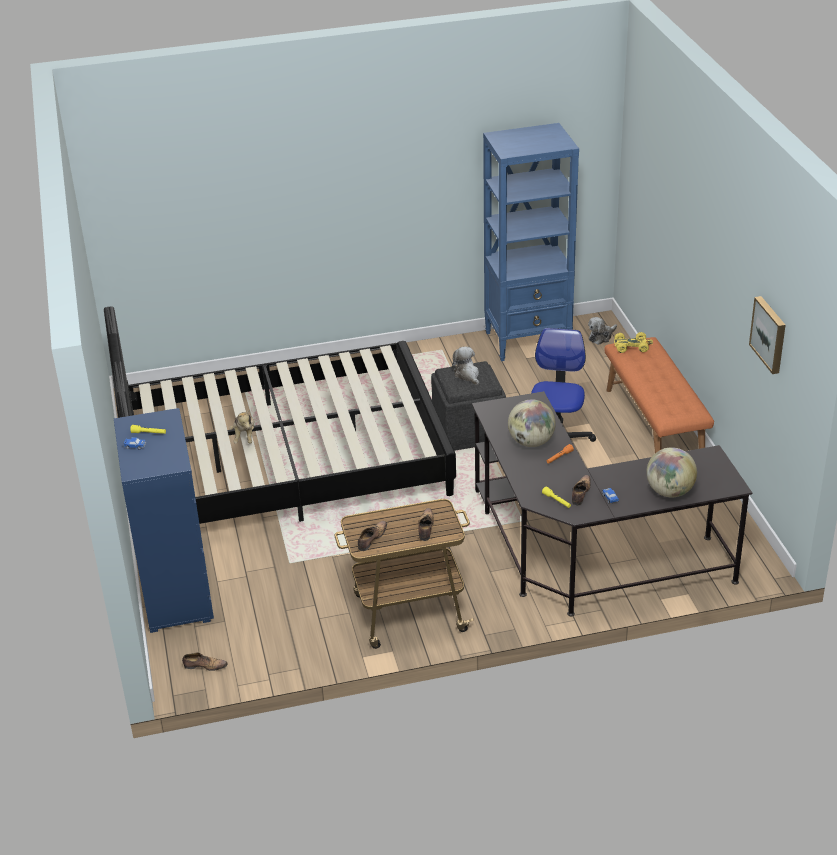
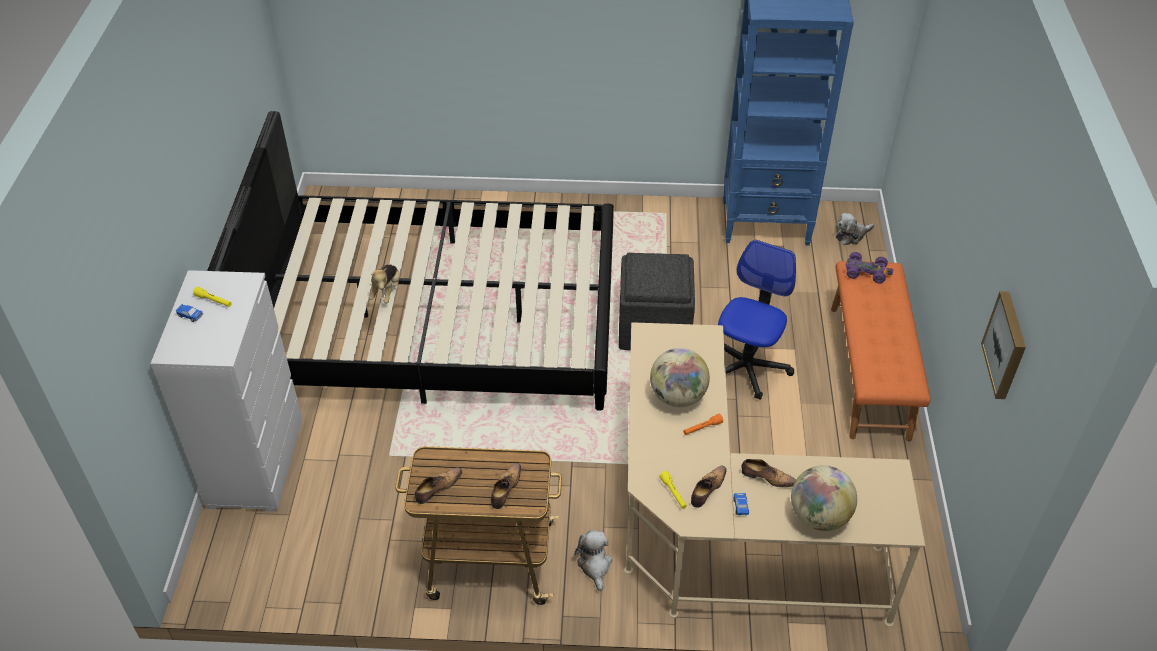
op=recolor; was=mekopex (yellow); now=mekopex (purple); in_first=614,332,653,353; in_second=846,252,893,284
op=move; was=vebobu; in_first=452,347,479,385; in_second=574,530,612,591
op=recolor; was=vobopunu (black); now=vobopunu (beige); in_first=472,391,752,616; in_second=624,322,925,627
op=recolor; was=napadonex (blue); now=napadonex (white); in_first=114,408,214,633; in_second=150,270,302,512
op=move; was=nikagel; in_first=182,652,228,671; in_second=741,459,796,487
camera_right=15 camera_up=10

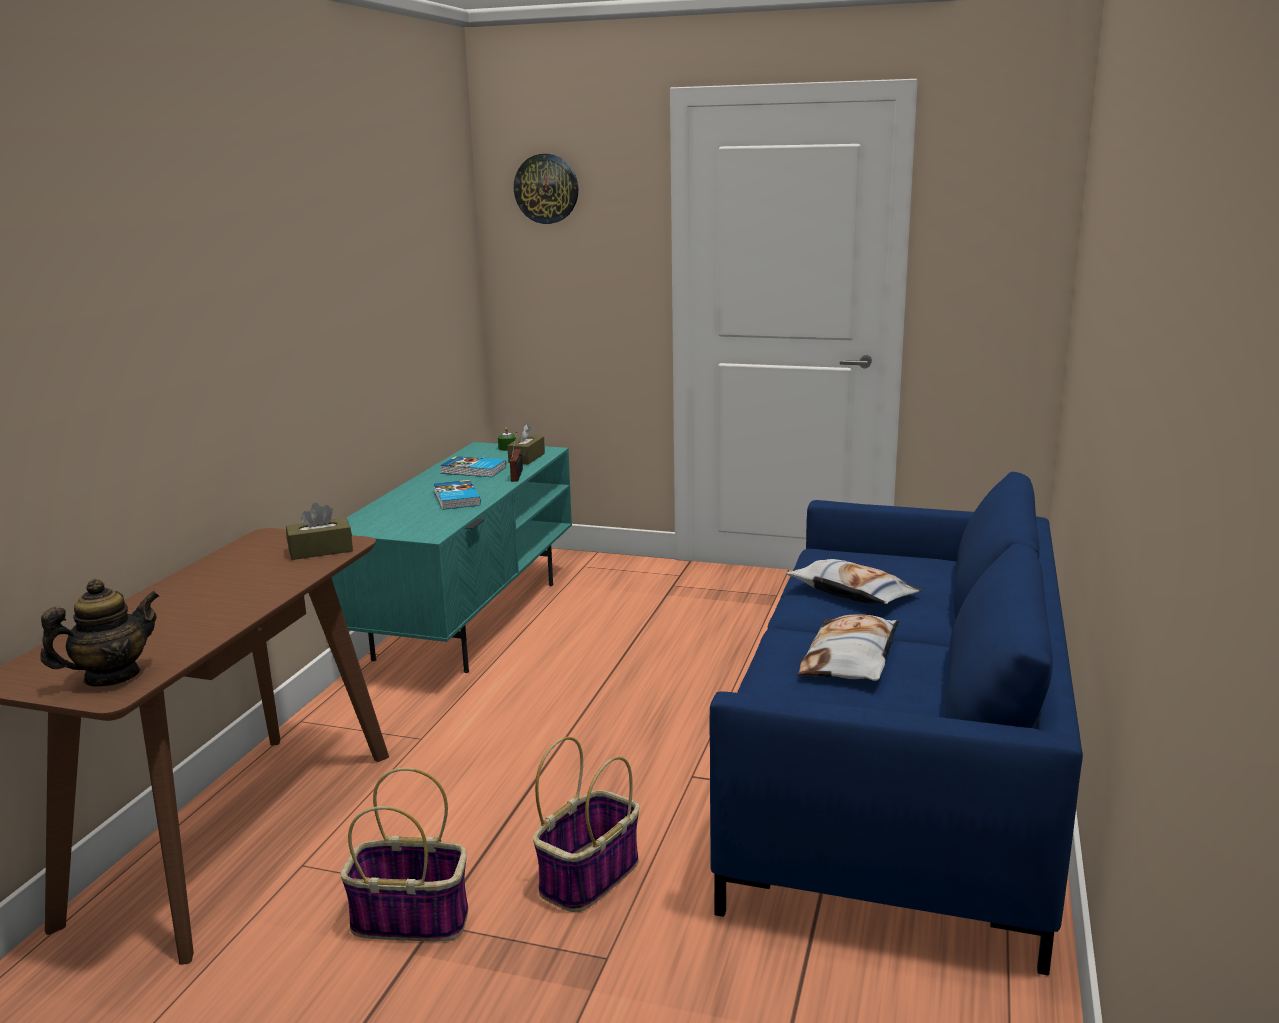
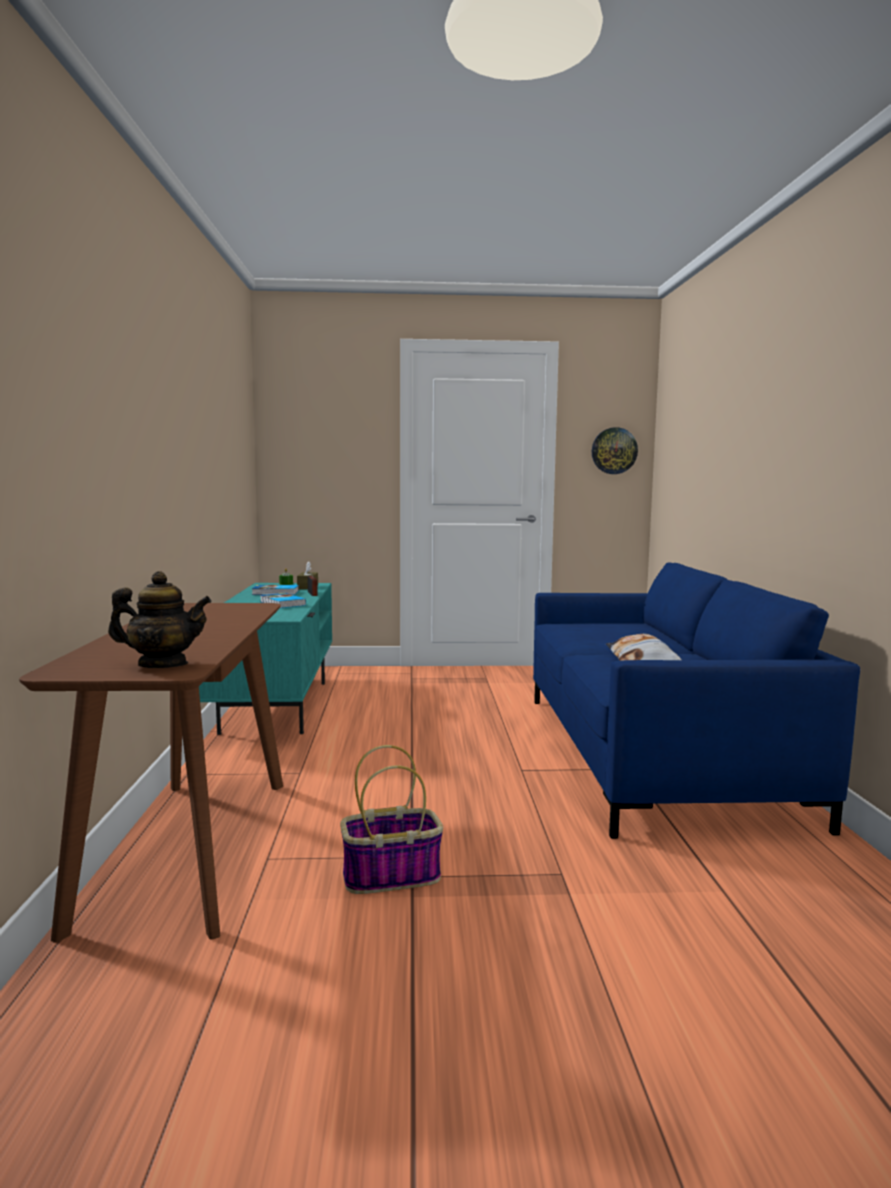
op=move; was=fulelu; in_first=514,154,578,224; in_second=592,427,638,474
op=delete; was=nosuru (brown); in_first=286,503,353,560
op=delete; was=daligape; in_first=786,559,923,604
op=rotate; was=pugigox; in_first=40,578,159,686; in_second=108,571,212,668; clockwise=60
op=delete; was=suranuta; in_first=533,737,640,912
camera_right=-20 camera_up=-10

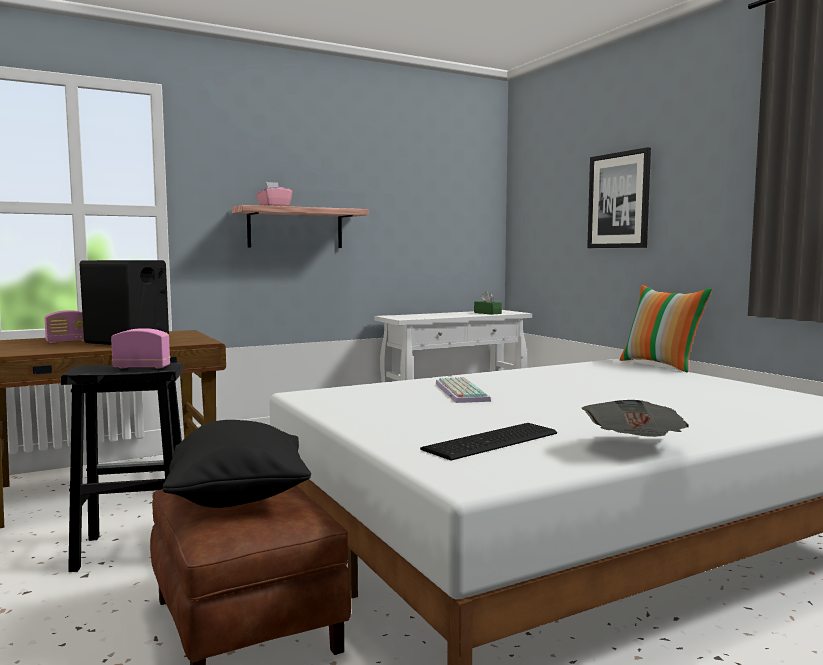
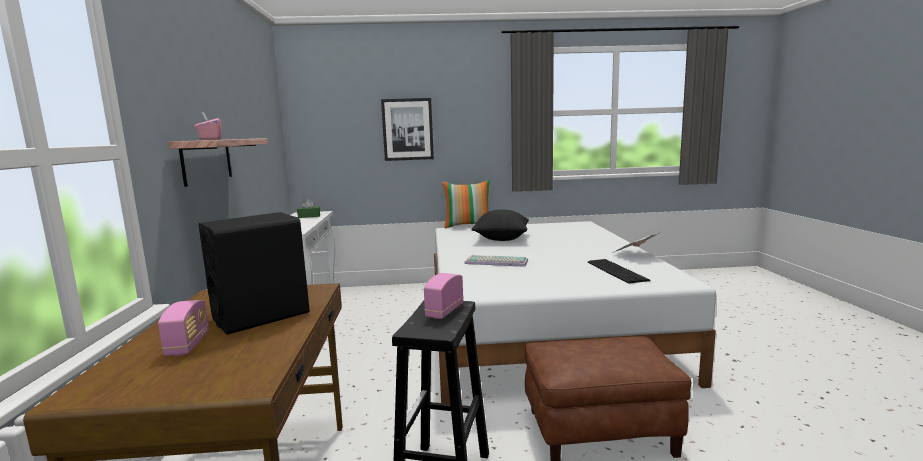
op=move; was=daligape (black); in_first=162,420,311,508; in_second=472,209,529,241
camera_right=-65 camera_up=5

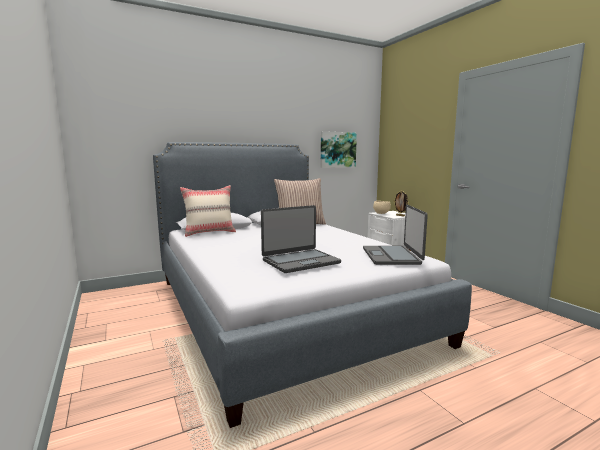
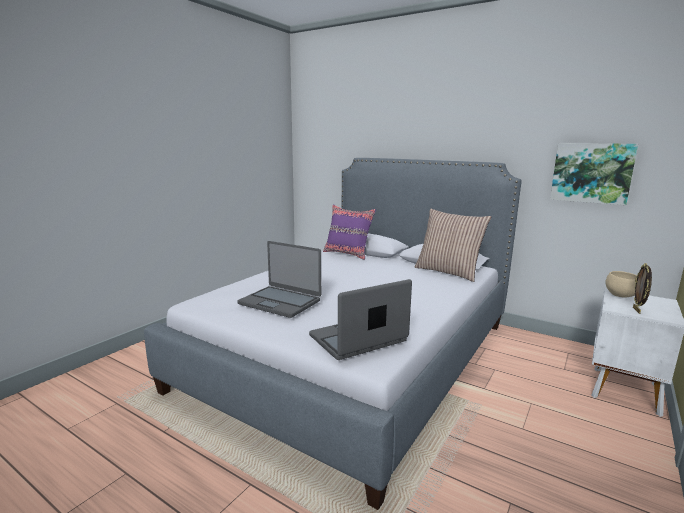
op=recolor; was=daligape (beige); now=daligape (purple); in_first=180,185,236,237; in_second=323,204,376,260
camera_right=60 camera_up=5

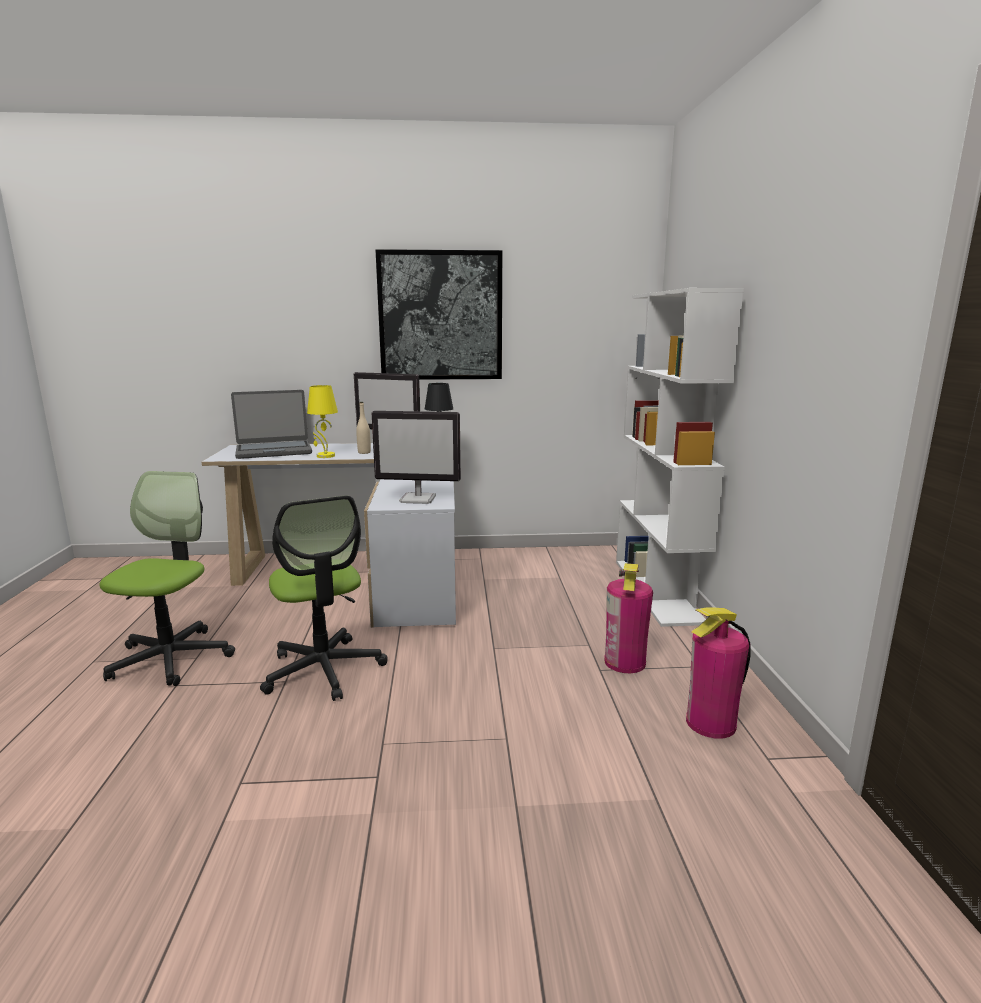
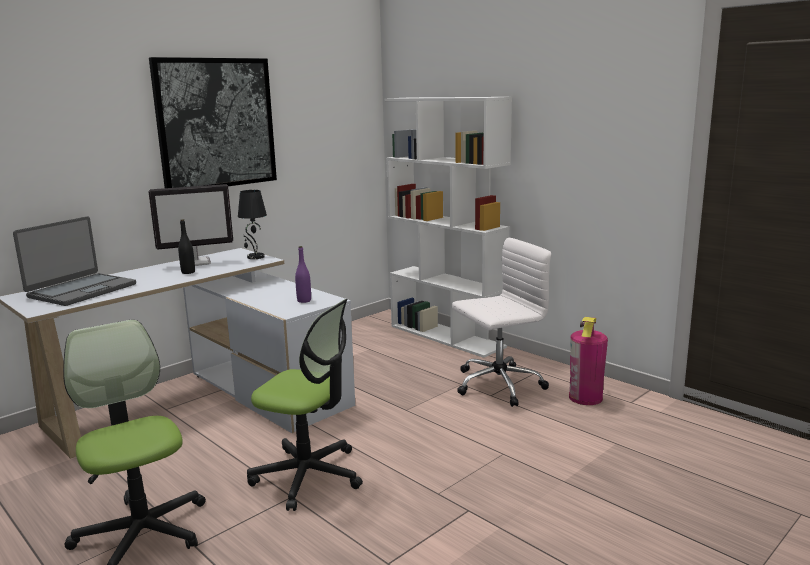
op=delete; was=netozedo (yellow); in_first=307,385,338,458
op=recolor; was=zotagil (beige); now=zotagil (black); in_first=356,402,371,454; in_second=178,219,195,274
op=replace; was=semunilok; now=zotagil (purple); in_first=372,411,461,504; in_second=295,246,311,303
op=replace; was=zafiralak; now=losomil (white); in_first=604,563,653,673; in_second=452,238,551,407
camera_right=-40 camera_up=0

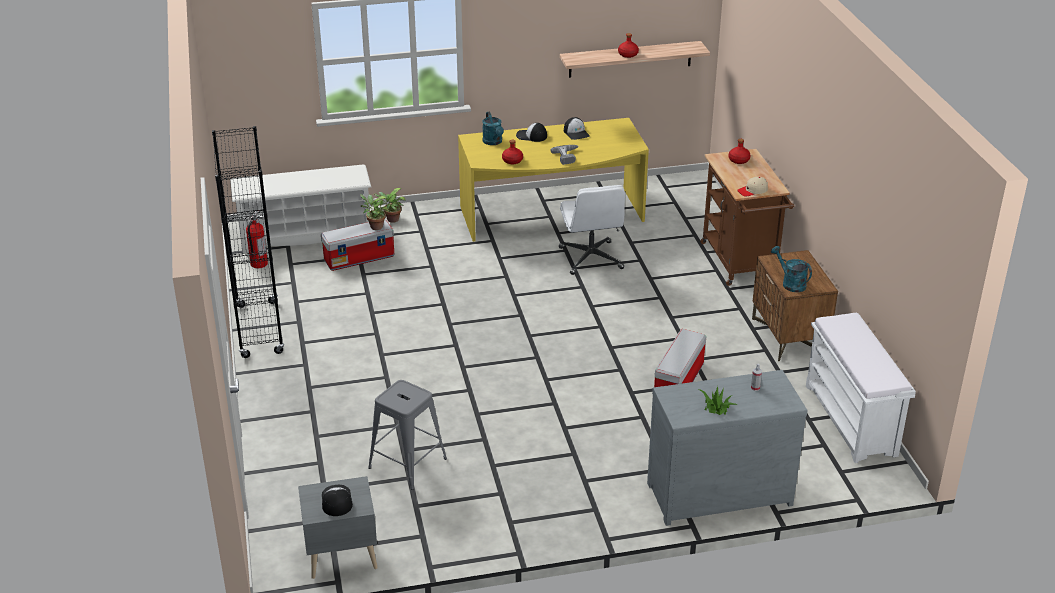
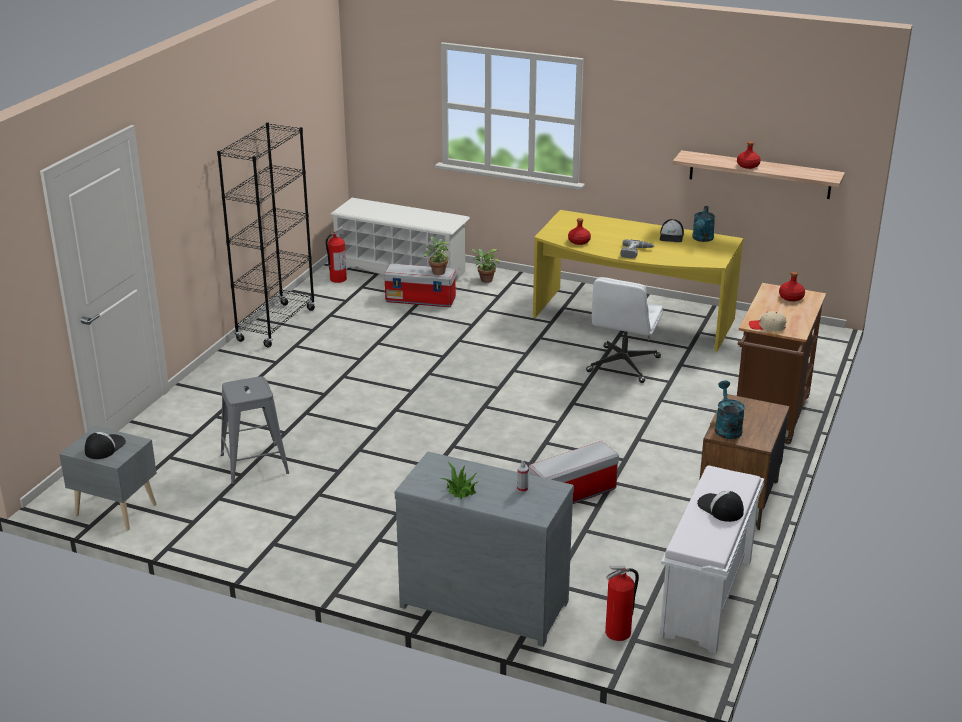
op=move; was=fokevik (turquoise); in_first=482,111,504,145; in_second=692,206,715,242
op=move; was=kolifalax; in_first=516,123,547,142; in_second=697,491,744,522
op=insert; now=zafiralak; in_second=605,566,639,641
camera_right=35 camera_up=-5

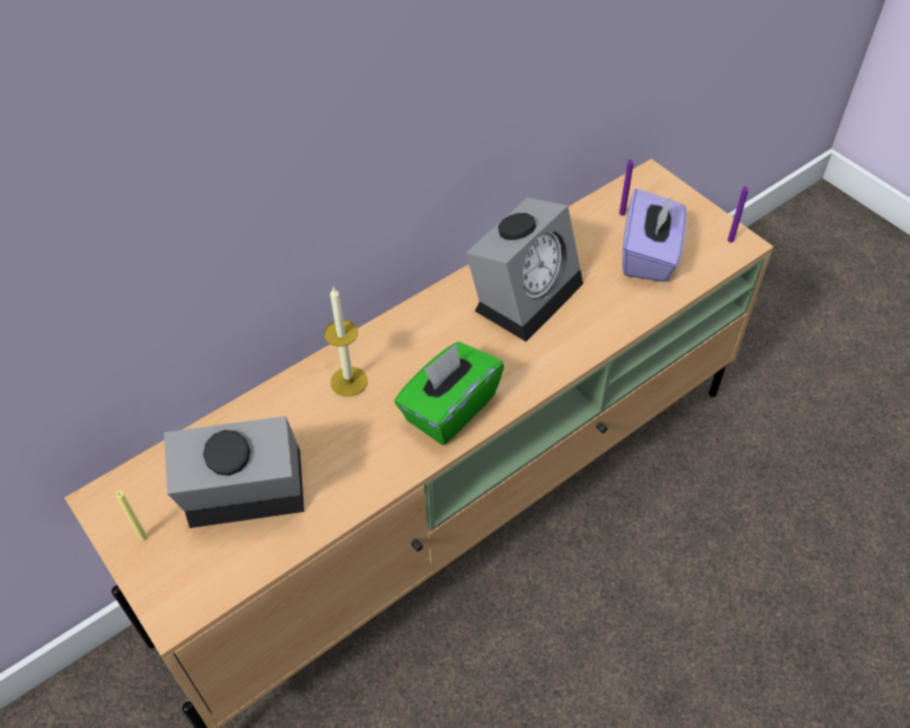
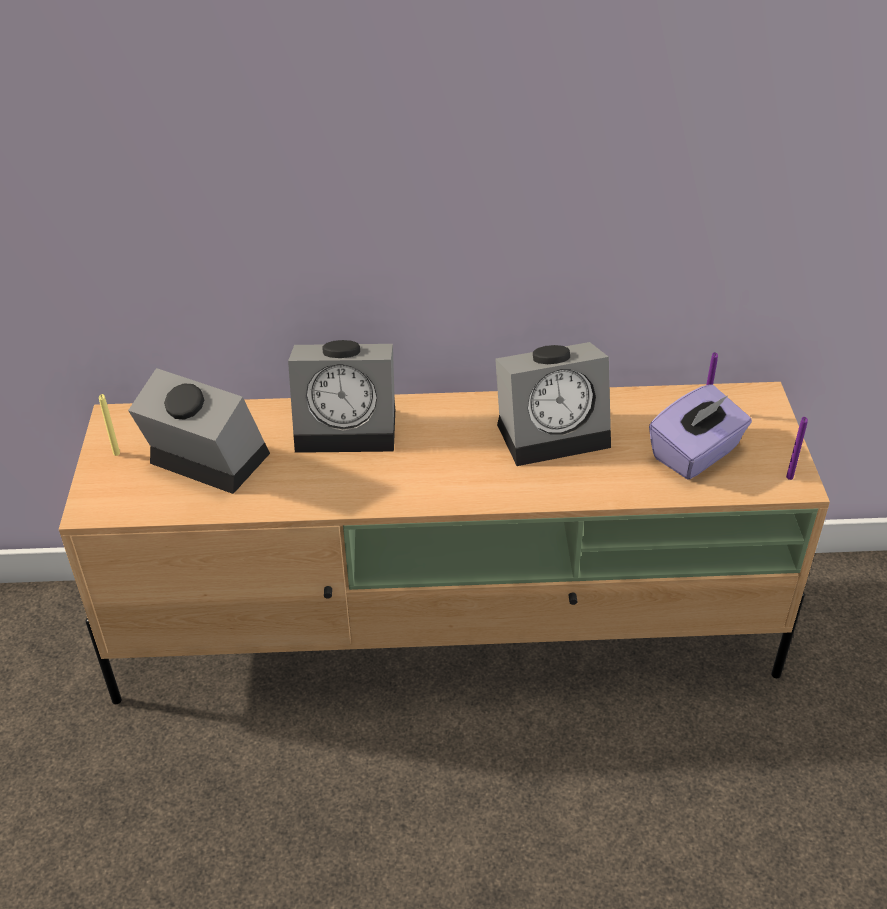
op=replace; was=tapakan; now=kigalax; in_first=324,286,368,397; in_second=288,340,395,453
op=delete; was=nosuru (green); in_first=394,342,504,445
camera_right=35 camera_up=-10

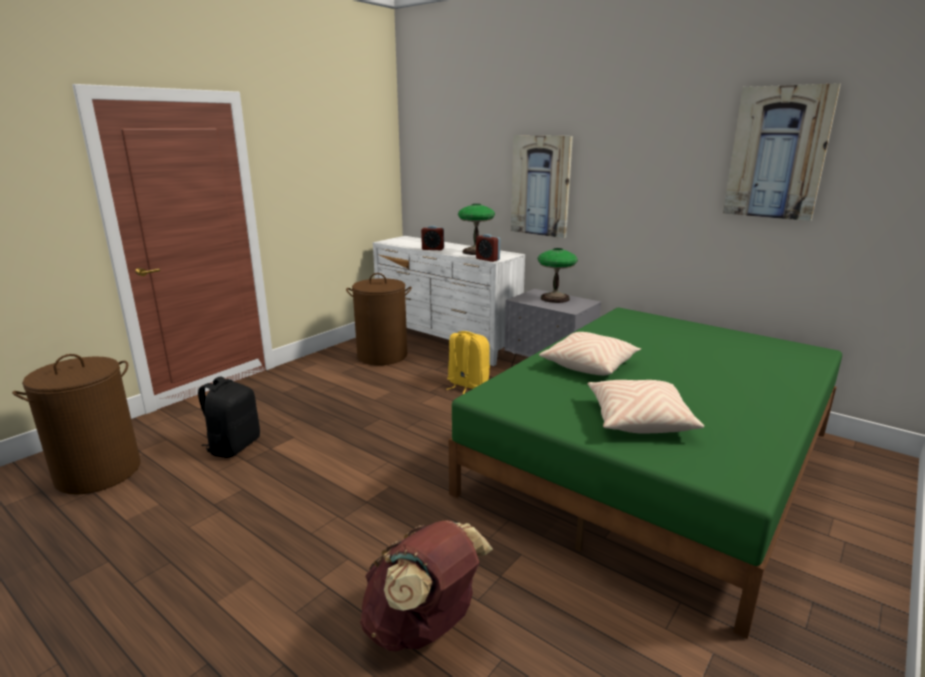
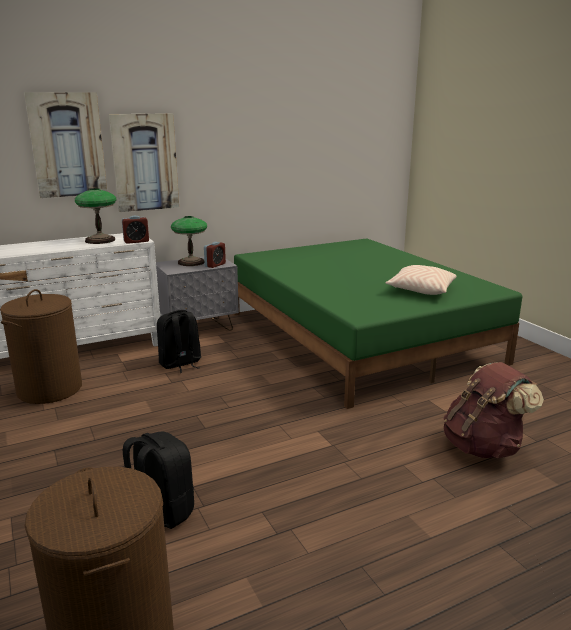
op=move; was=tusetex; in_first=723,83,841,221; in_second=24,92,107,198
op=move; was=kigalax; in_first=421,226,444,250; in_second=204,242,226,268
op=recolor; was=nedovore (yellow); now=nedovore (black); in_first=447,331,490,394; in_second=157,310,201,373
op=delete; was=daligape (beige); in_first=539,332,641,376
camera_right=-65 camera_up=0

